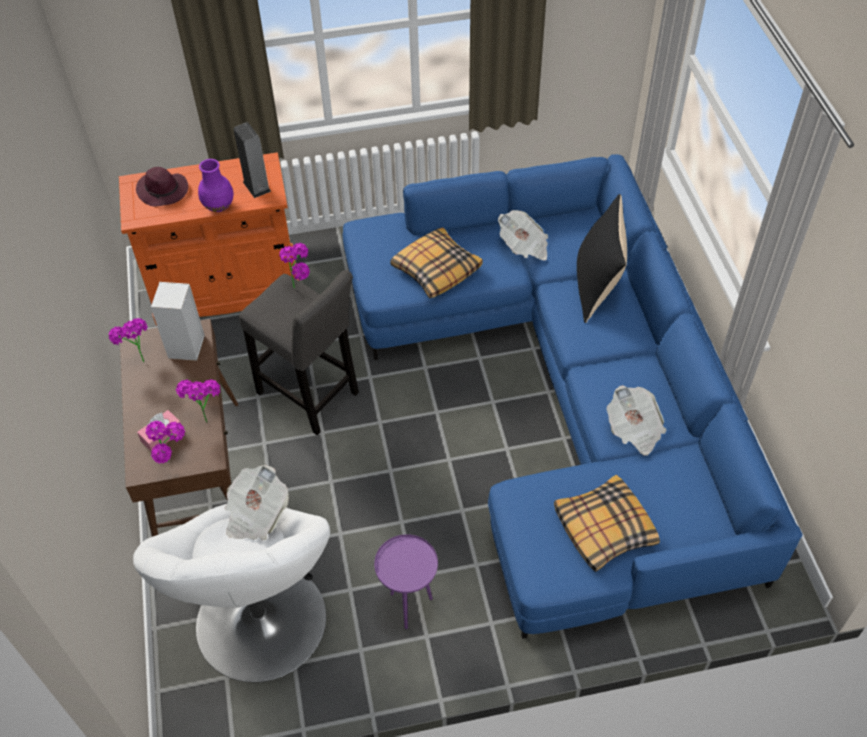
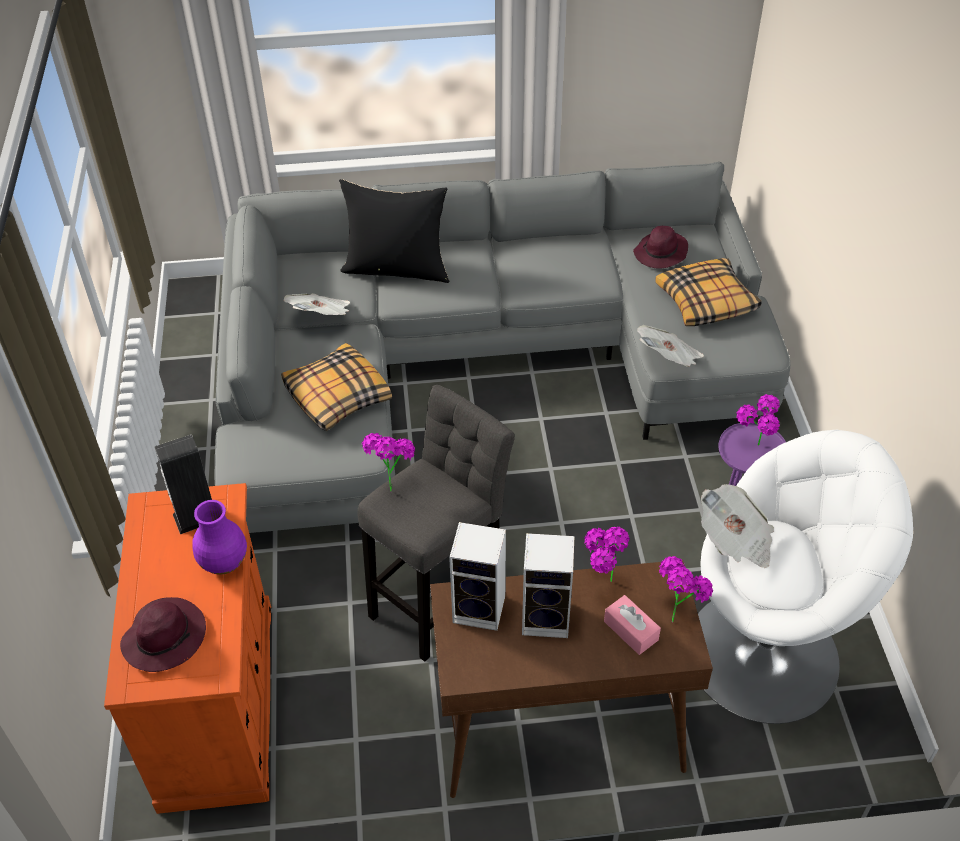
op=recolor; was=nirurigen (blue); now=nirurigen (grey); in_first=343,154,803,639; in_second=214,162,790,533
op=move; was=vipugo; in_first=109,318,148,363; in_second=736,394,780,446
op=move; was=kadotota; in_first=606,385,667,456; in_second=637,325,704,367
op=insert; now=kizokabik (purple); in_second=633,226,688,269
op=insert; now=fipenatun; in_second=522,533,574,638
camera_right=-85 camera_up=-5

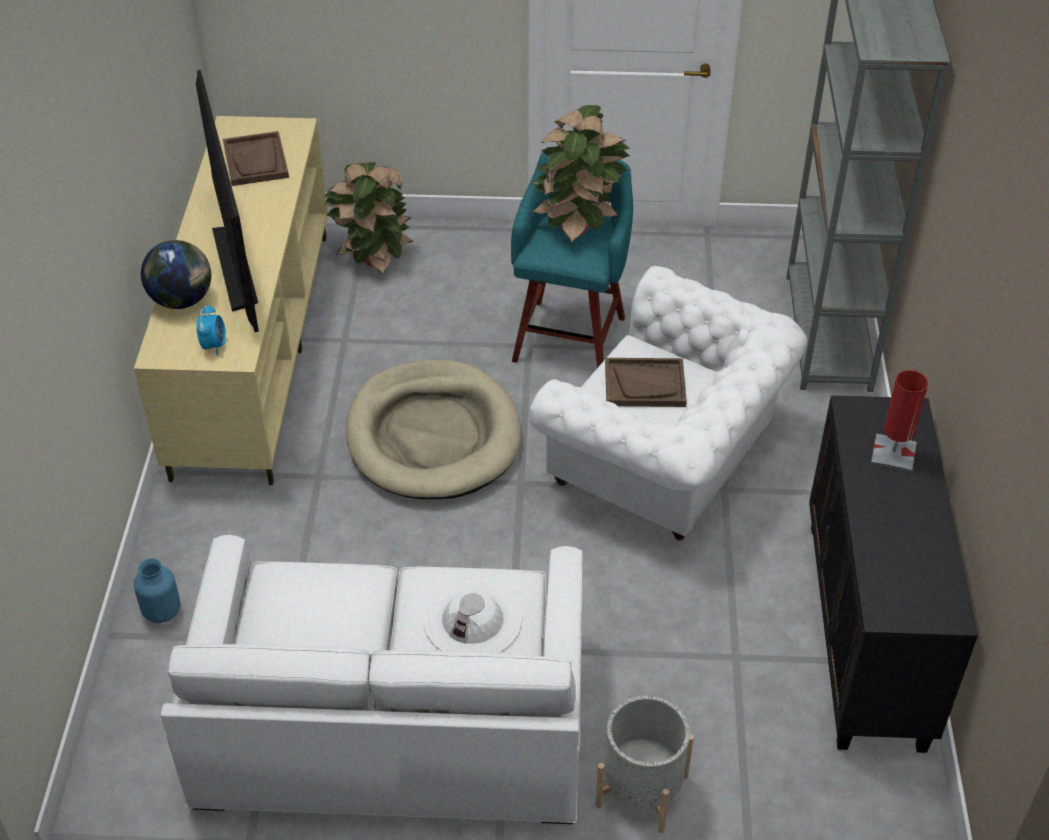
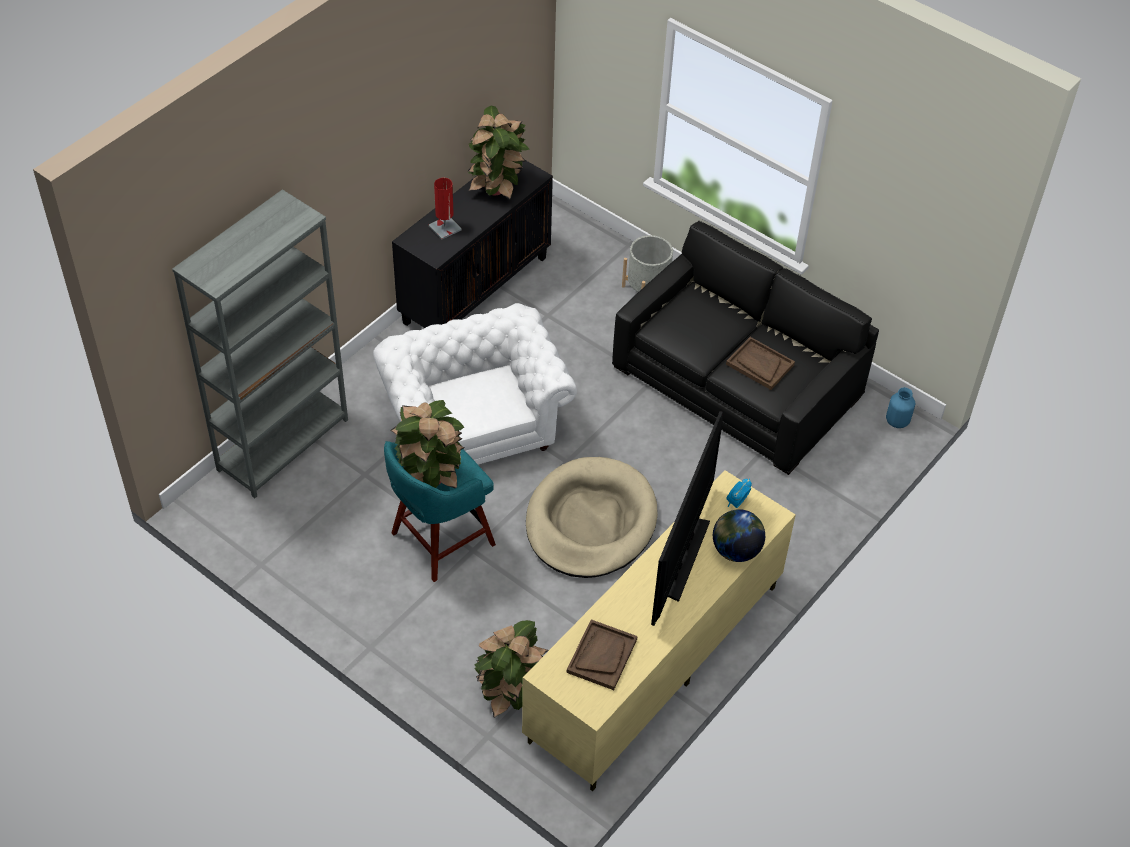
op=move; was=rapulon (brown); in_first=605,358,687,407; in_second=726,337,795,390
op=recolor; was=nirurigen (white); now=nirurigen (black); in_first=161,535,583,824; in_second=612,221,879,475
op=move; was=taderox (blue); in_first=134,558,181,623; in_second=886,387,915,428
op=delete; was=kizokabik (white); in_first=423,580,522,653
op=insert; now=vipugo; in_second=468,106,530,200
camera_right=-145 camera_up=5

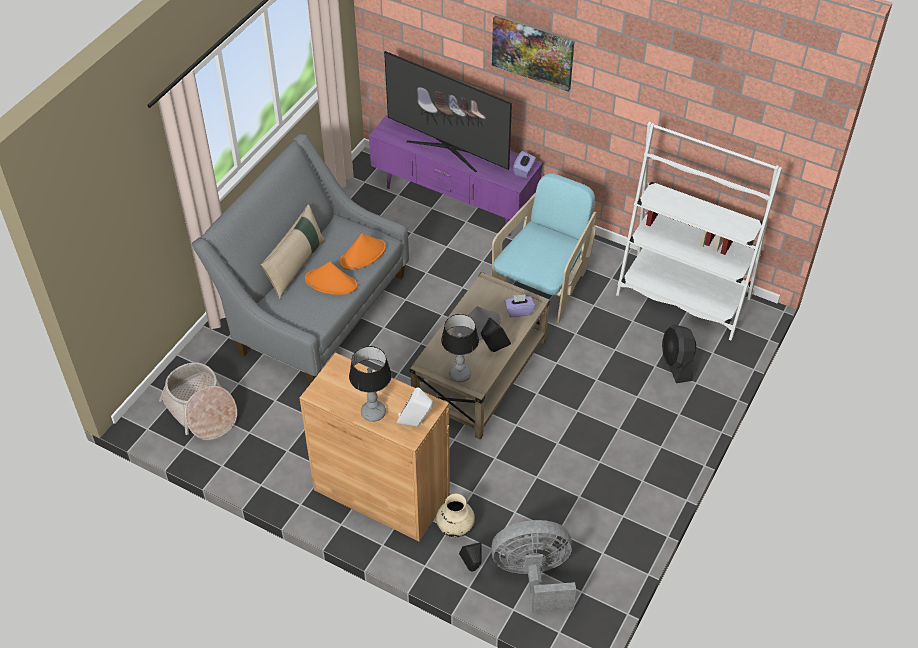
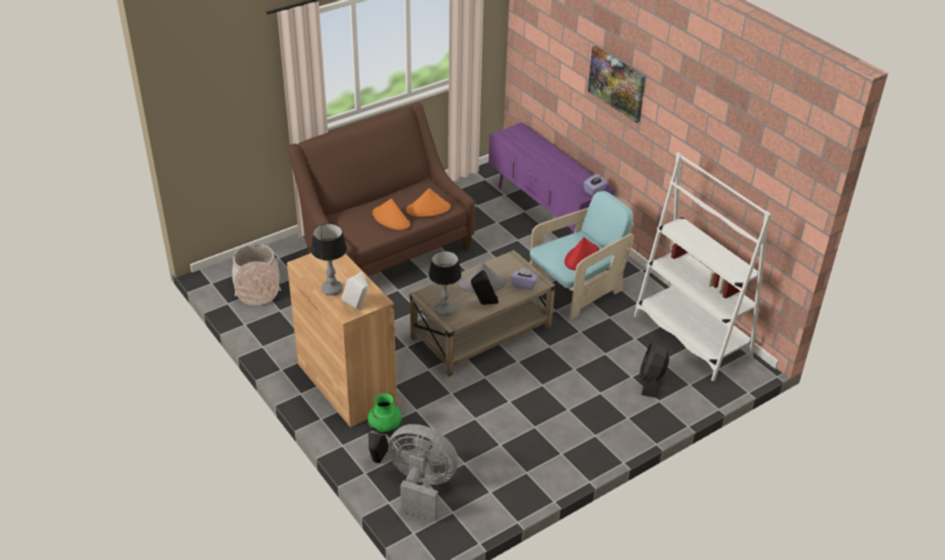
op=delete; was=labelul; in_first=384,51,512,172
op=recolor; was=nirurigen (grey); now=nirurigen (brown); in_first=192,134,409,385; in_second=287,103,475,276
op=delete; was=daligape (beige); in_first=261,204,325,299
op=recolor; was=taderox (beige); now=taderox (green); in_first=436,494,475,537; in_second=368,394,402,434
op=insert; now=kizokabik (red); in_second=565,237,599,270
camera_right=25 camera_up=-10

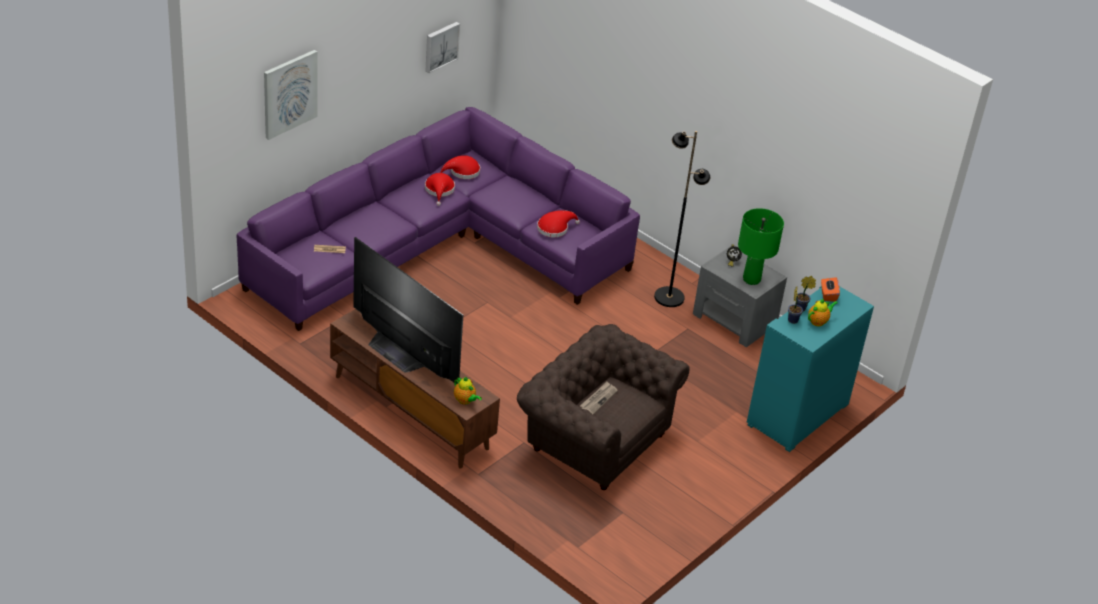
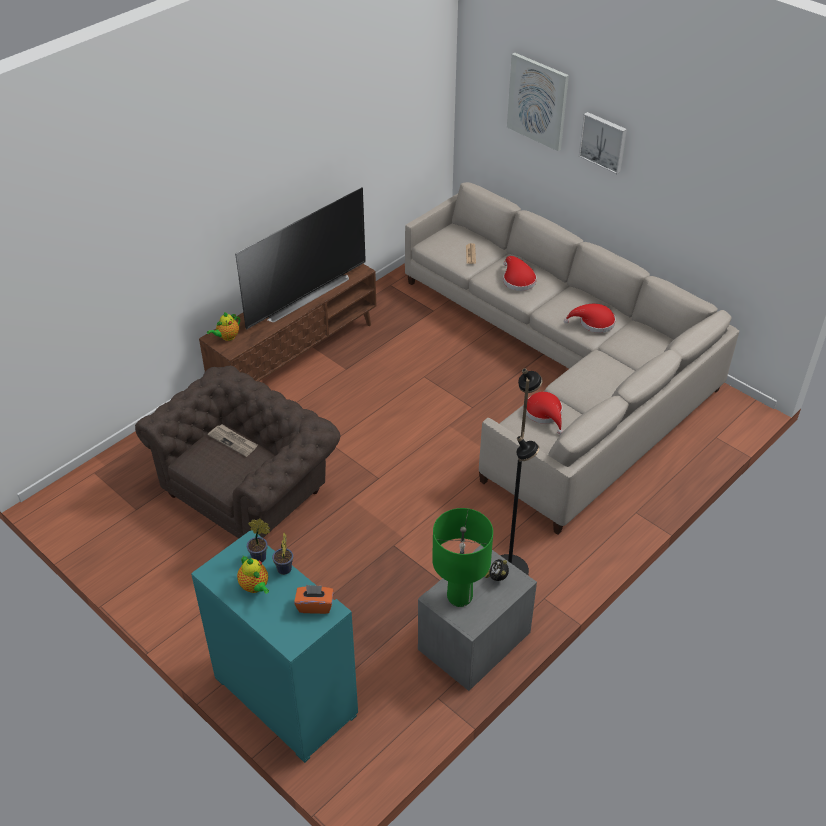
op=move; was=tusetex; in_first=426,22,460,73; in_second=579,112,627,174
op=recolor; was=nirurigen (purple); now=nirurigen (beige); in_first=237,107,640,331; in_second=405,182,739,535
op=move; was=kizokabik (red); in_first=440,155,480,179; in_second=503,256,537,291
camera_right=95 camera_up=5

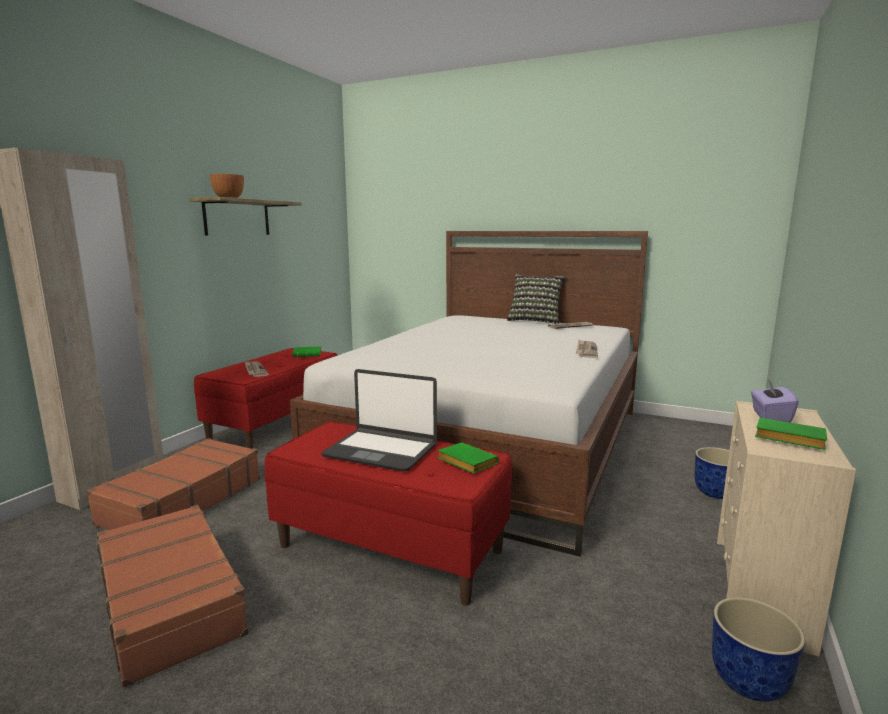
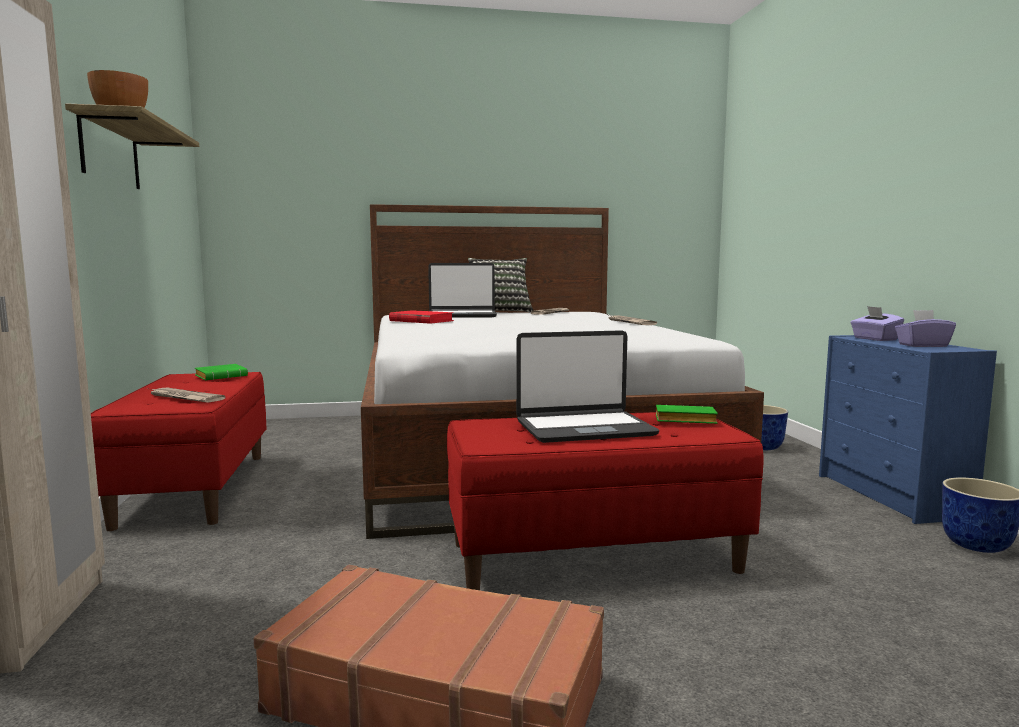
op=recolor; was=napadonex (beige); now=napadonex (blue); in_first=717,401,856,657; in_second=819,335,997,524
op=replace; was=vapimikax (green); now=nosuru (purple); in_first=755,418,827,450; in_second=895,310,956,347
op=delete; was=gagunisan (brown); in_first=87,438,260,530
op=insert; now=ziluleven; in_second=428,263,497,318
op=insert; now=vapimikax (red); in_second=389,310,454,324
camera_right=-35 camera_up=-5

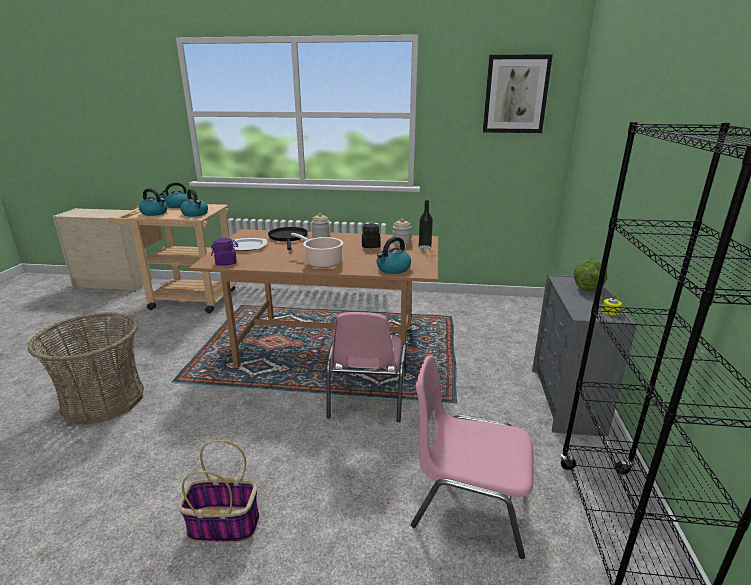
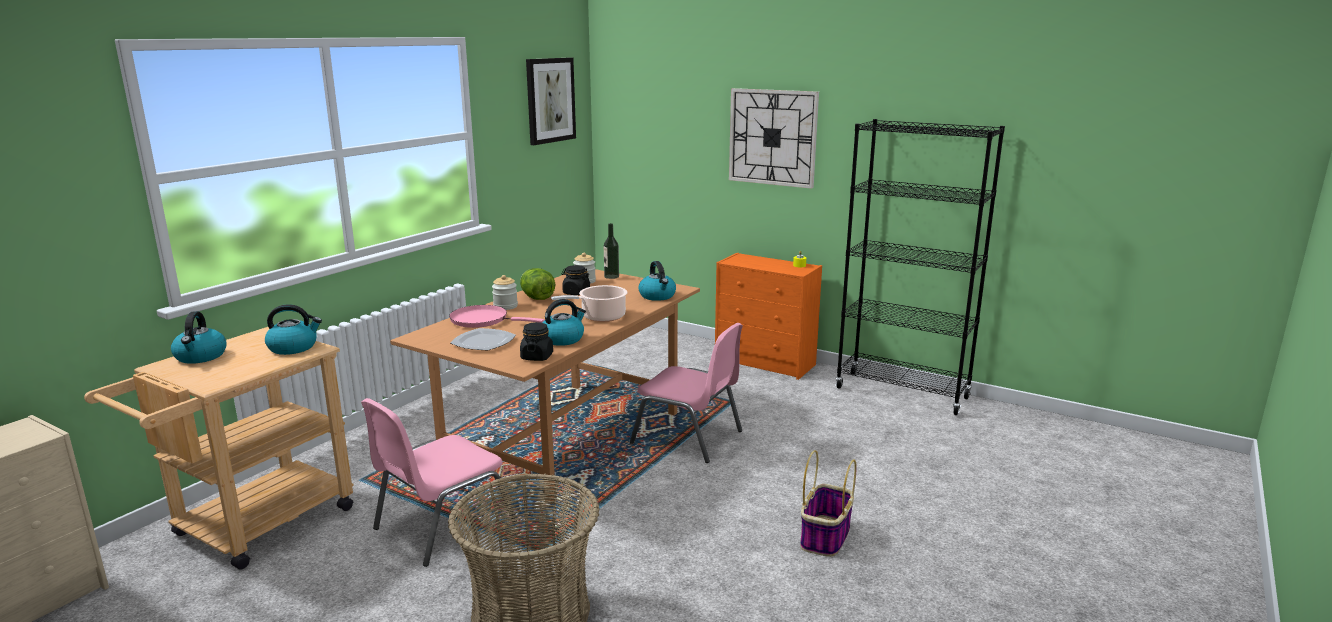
op=move; was=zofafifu; in_first=139,188,168,216; in_second=543,299,586,346
op=recolor; was=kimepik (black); now=kimepik (pink); in_first=268,227,308,250; in_second=449,305,544,328
op=recolor; was=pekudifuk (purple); now=pekudifuk (black); in_first=211,238,238,266; in_second=520,322,553,361
op=move; was=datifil; in_first=574,259,607,291; in_second=520,268,555,300
op=recolor; was=napadonex (grey); now=napadonex (orange); in_first=532,274,637,437; in_second=715,253,822,380
op=move; was=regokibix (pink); in_first=411,355,533,559; in_second=361,398,517,567
op=insert; now=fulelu; in_second=729,88,819,189
camera_right=-65 camera_up=-5

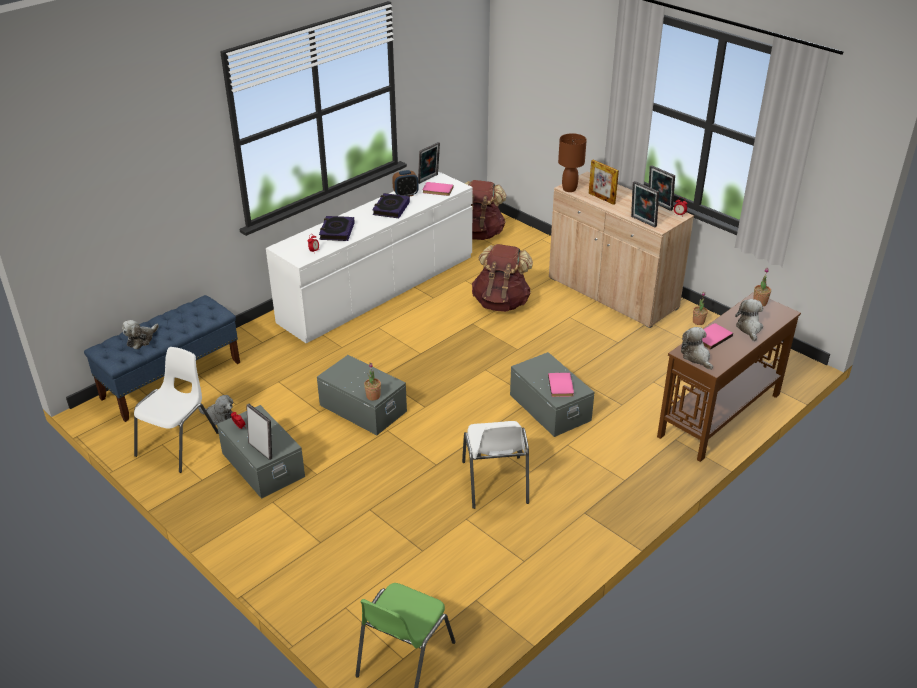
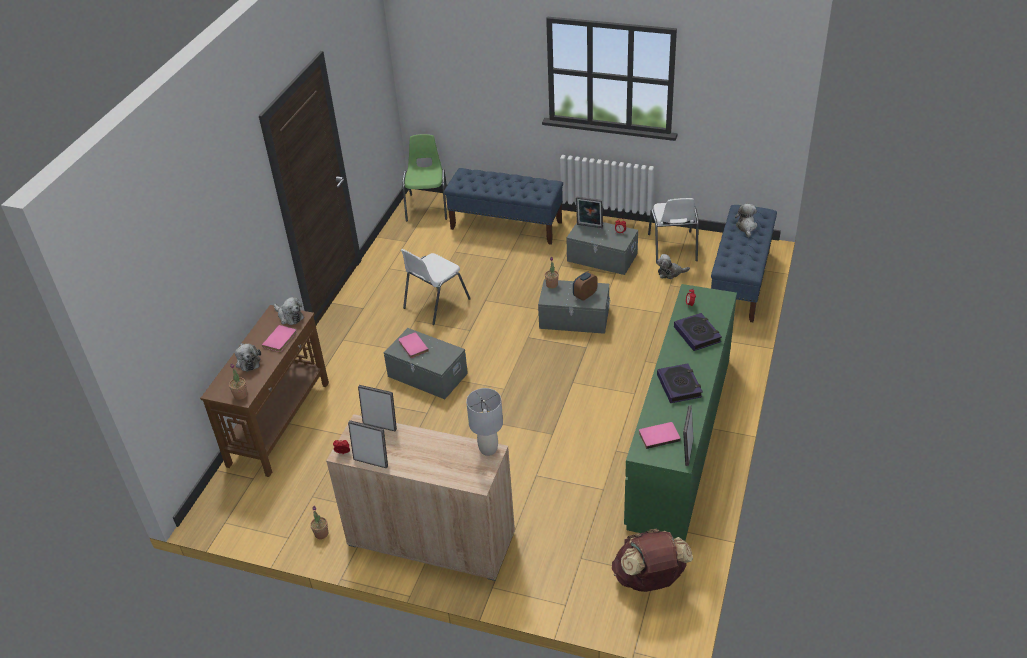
op=recolor; was=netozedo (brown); now=netozedo (grey); in_first=558,133,587,192; in_second=466,388,503,456
op=delete; was=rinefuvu; in_first=589,160,619,205
op=move; was=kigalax; in_first=392,170,419,196; in_second=573,271,597,301
op=recolor; was=napadonex (white); now=napadonex (green); in_first=266,171,473,343; in_second=624,284,737,541
op=delete; was=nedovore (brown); in_first=472,244,533,312
op=rotate; was=regokibix (white); in_first=462,421,529,509; in_second=401,249,471,325; clockwise=-105
op=insert; now=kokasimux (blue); in_second=444,168,563,245
camera_right=155 camera_up=5

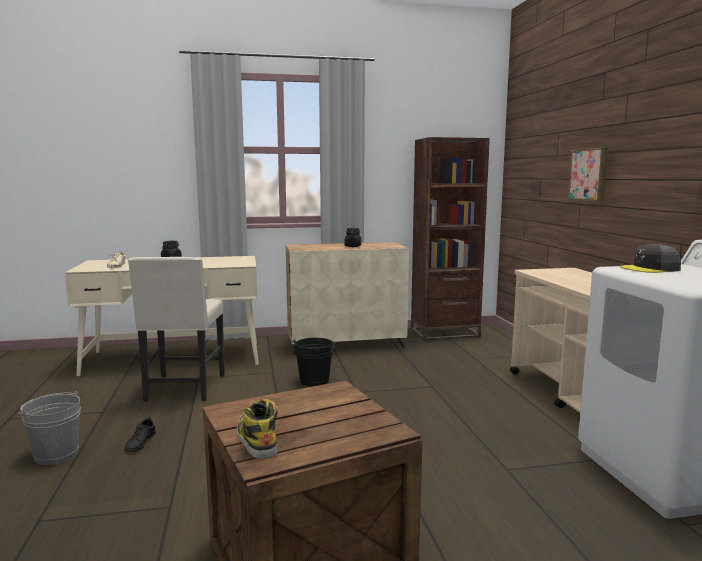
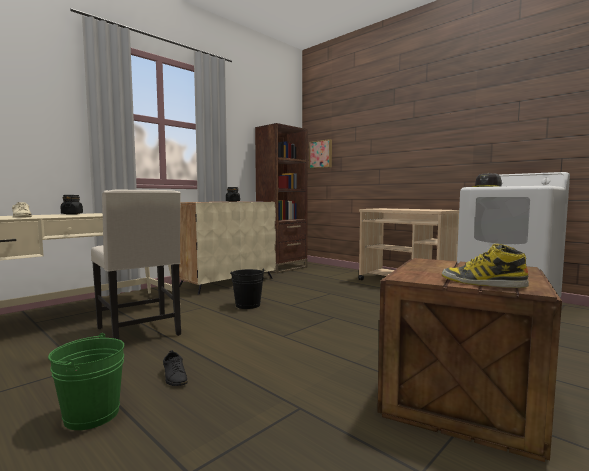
op=move; was=tusetex; in_first=568,148,608,202; in_second=309,139,332,169
op=recolor; was=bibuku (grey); now=bibuku (green); in_first=18,391,81,465; in_second=48,333,124,430
camera_right=-35 camera_up=-5

